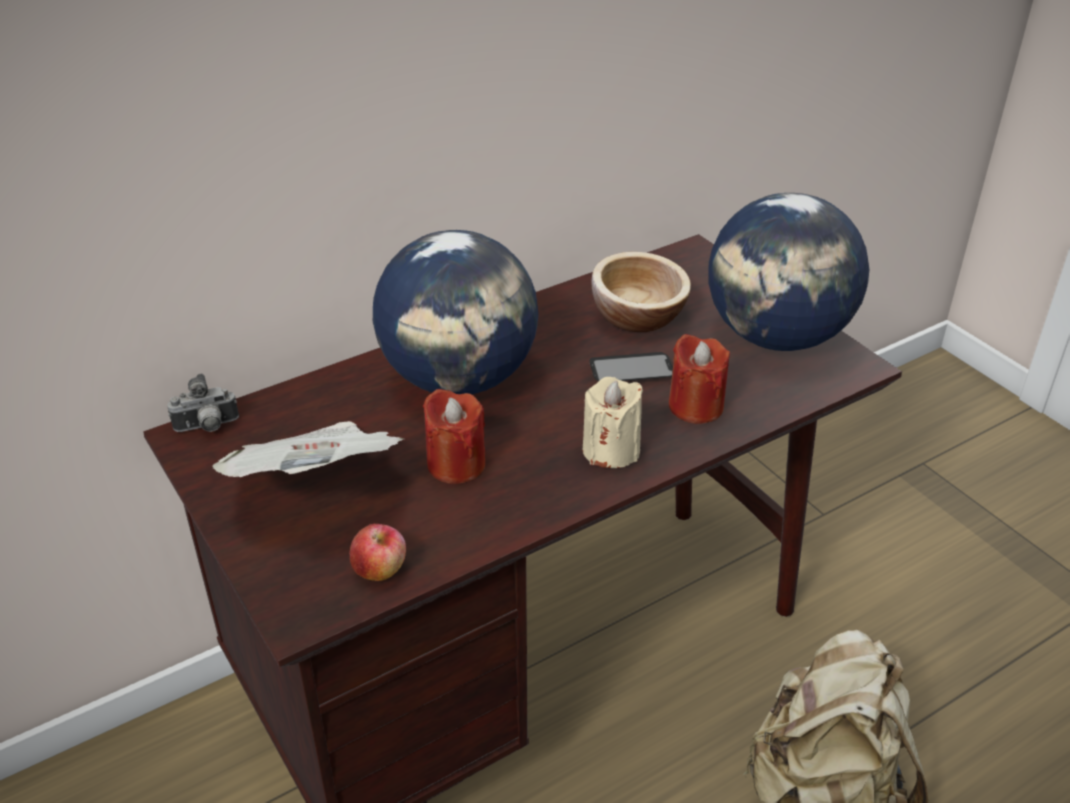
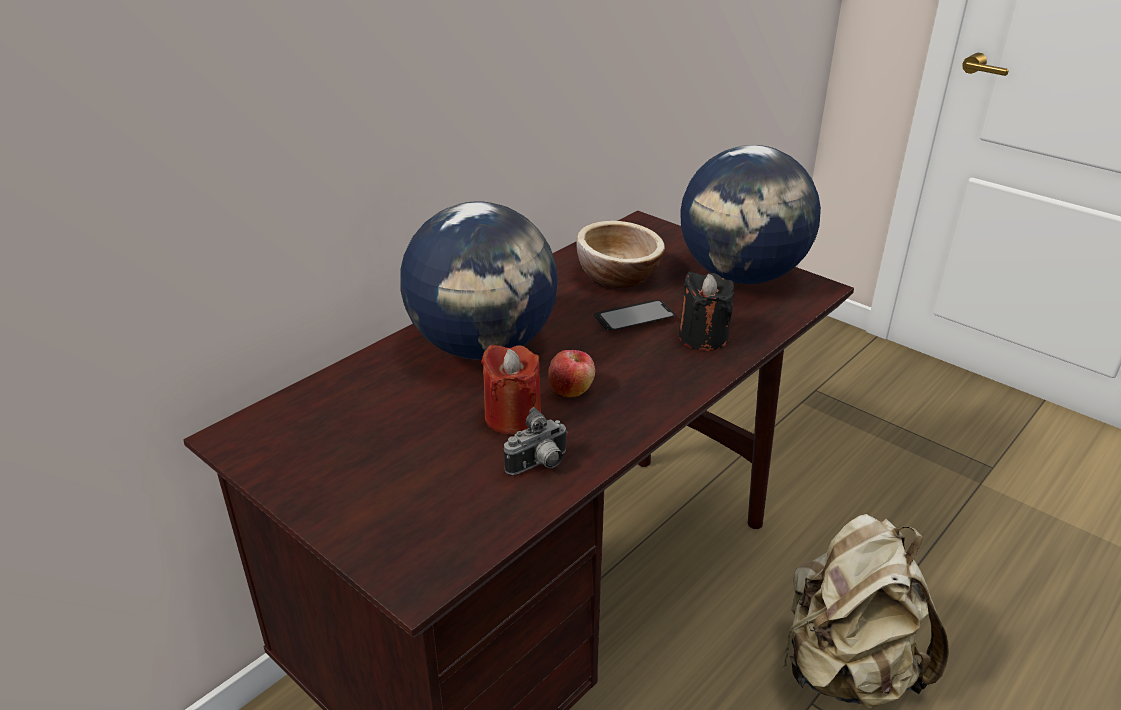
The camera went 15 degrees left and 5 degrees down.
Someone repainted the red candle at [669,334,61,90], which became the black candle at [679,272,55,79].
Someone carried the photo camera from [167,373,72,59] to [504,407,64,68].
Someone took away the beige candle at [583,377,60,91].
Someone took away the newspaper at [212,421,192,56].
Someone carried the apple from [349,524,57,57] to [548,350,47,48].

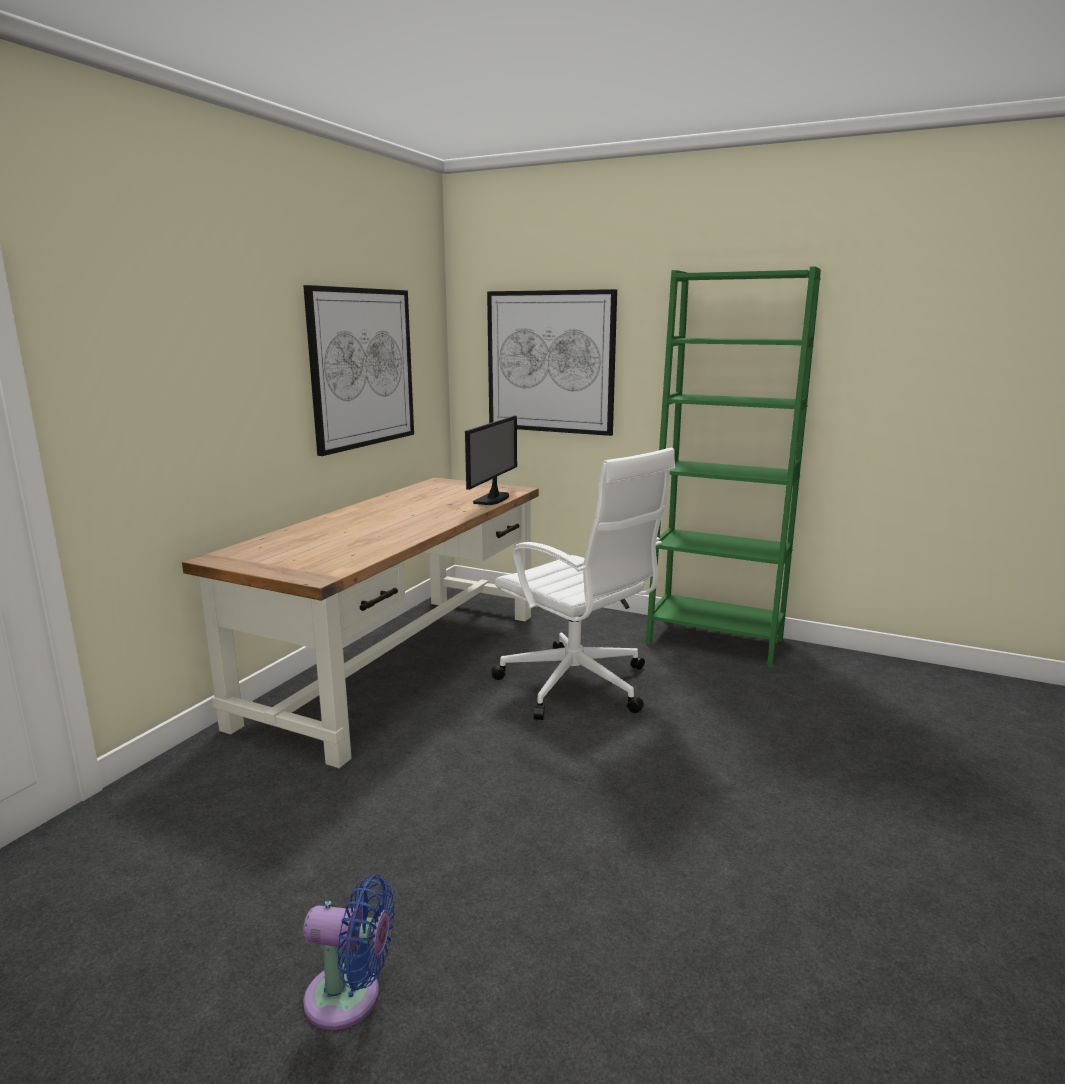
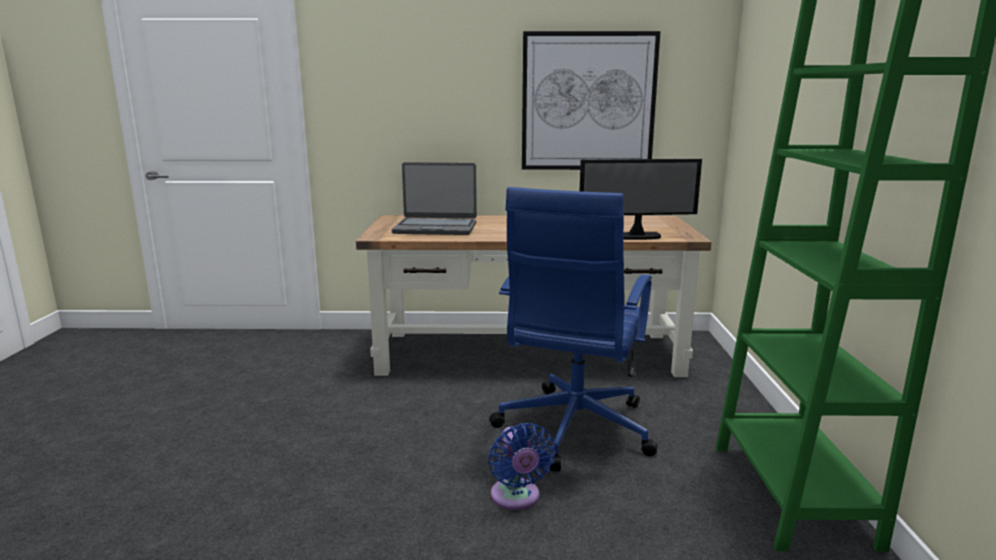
The camera went 65 degrees right and 0 degrees up.
Someone took away the picture at [487,289,130,147].
Someone repainted the white office chair at [491,448,184,272], which became the blue office chair at [489,187,169,284].
Someone carried the blue fan from [303,875,92,155] to [488,423,68,87].
Someone put down the laptop at [392,162,85,73].

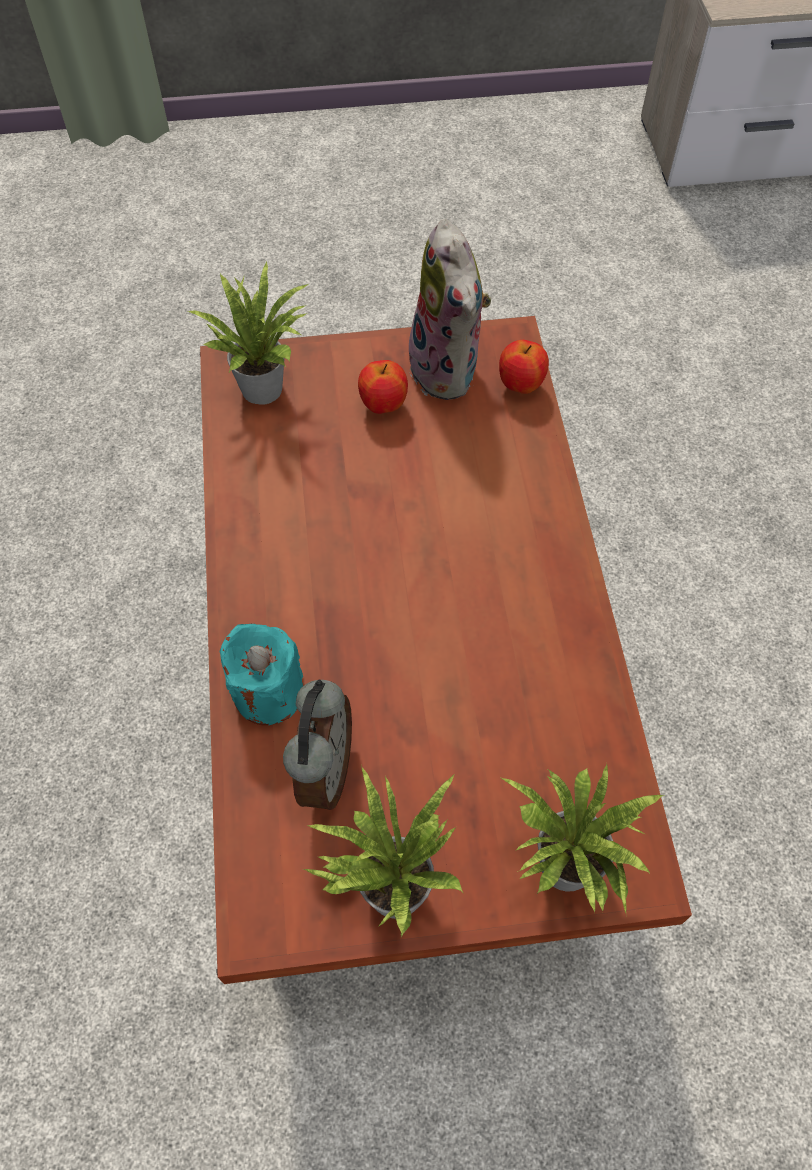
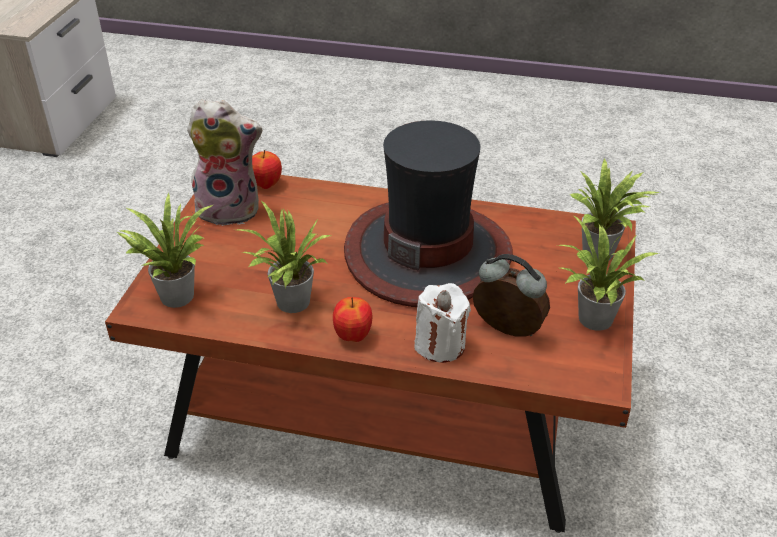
The camera went 70 degrees left and 20 degrees down.
Someone carried the apple from [358,360,50,54] to [333,297,39,45].
Someone repainted the turquoise candle at [219,624,84,101], which became the white candle at [414,283,57,80].
Someone put down the hat at [344,120,169,187].
Someone put down the potted plant at [237,201,94,112].

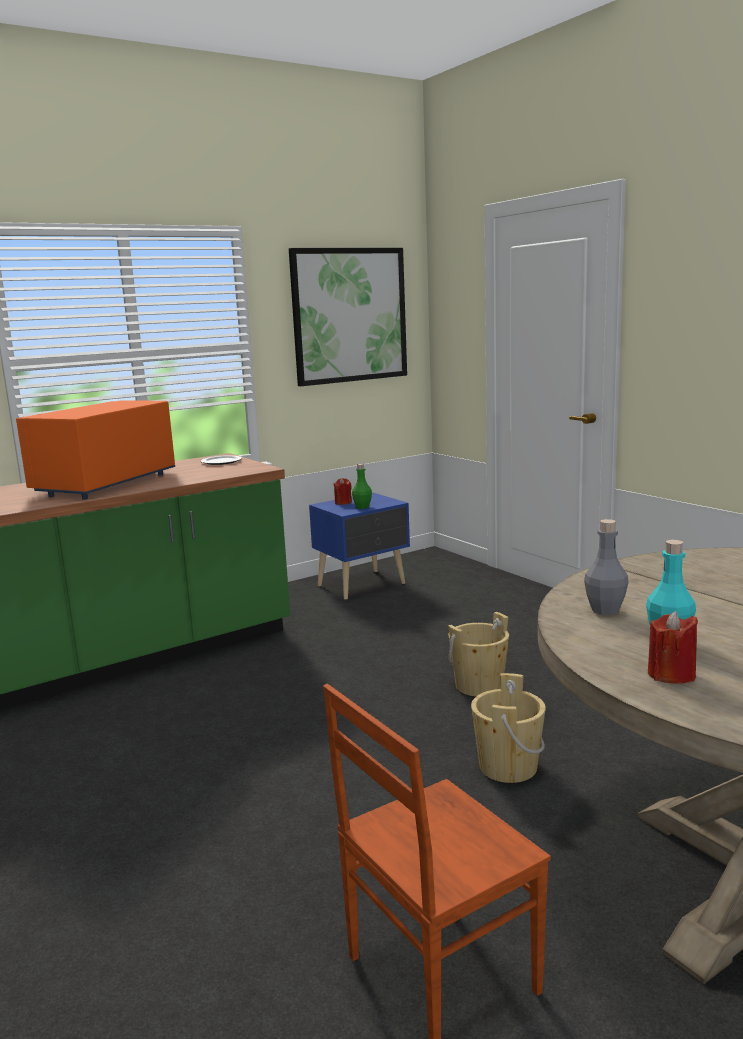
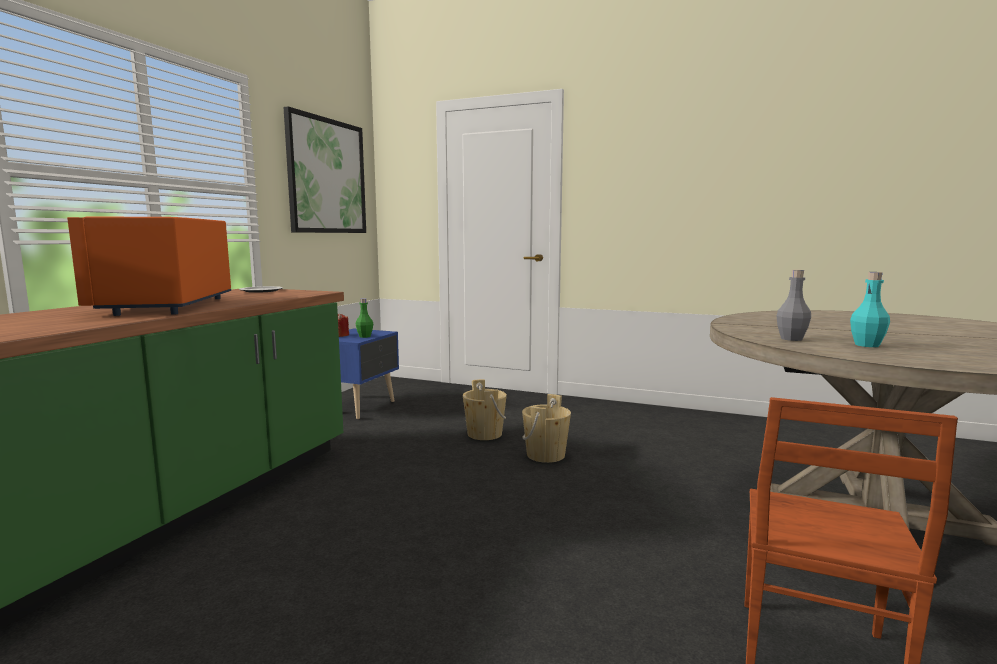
The camera went 35 degrees left and 5 degrees down.
Someone took away the red candle at [648,611,50,73].
Someone carried the beige bucket from [471,673,75,110] to [463,379,44,61].

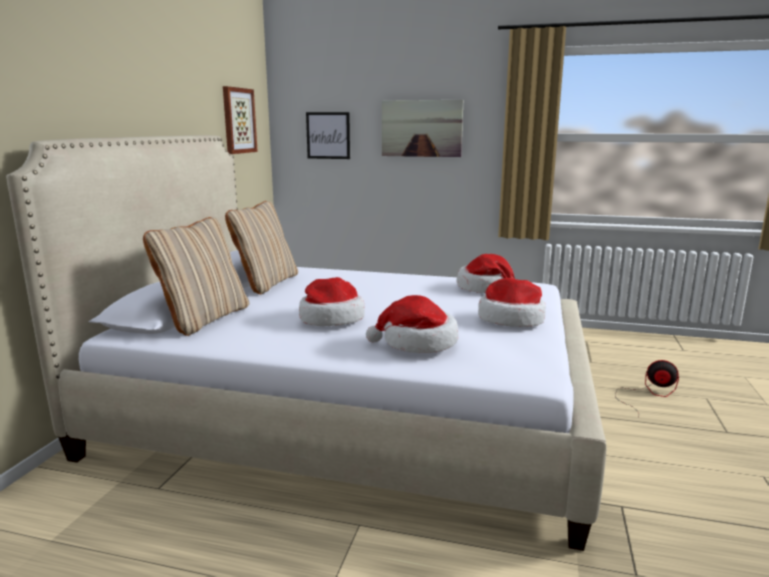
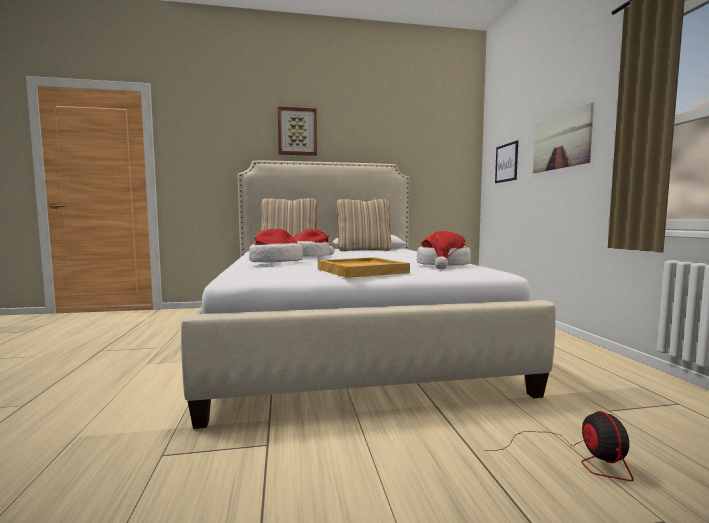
The camera went 65 degrees right and 10 degrees down.
Someone carried the picture from [223,86,35,68] to [278,107,39,49].
Someone swapped the hat at [478,278,68,49] for the beige tray at [318,257,92,21].

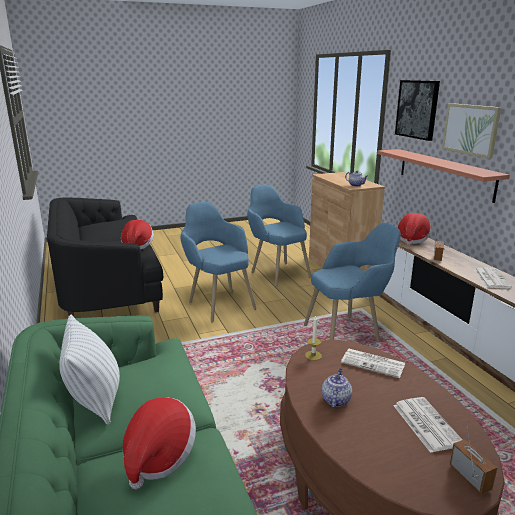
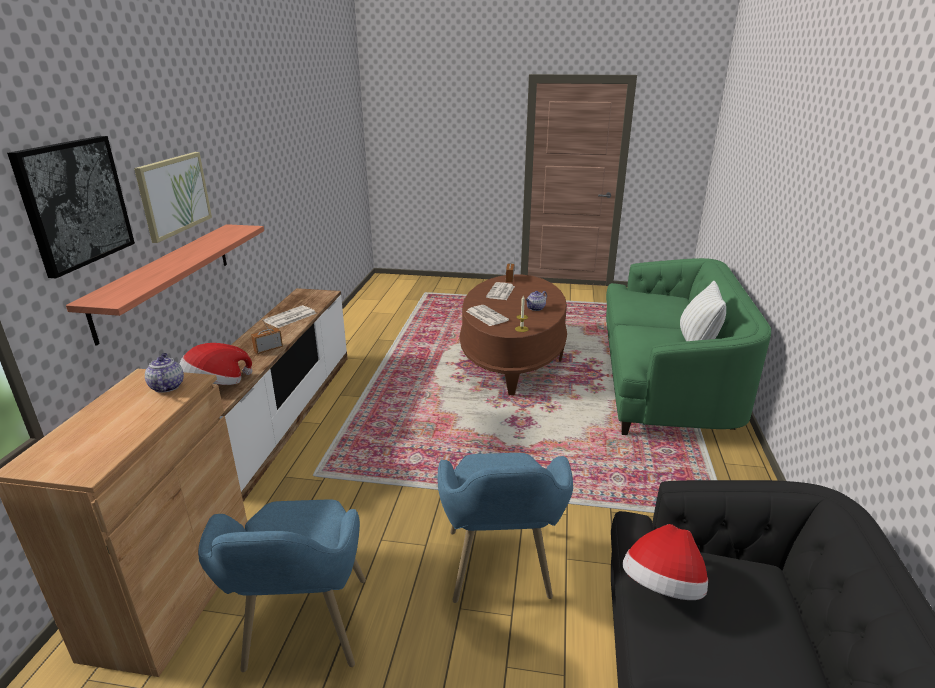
The camera went 150 degrees left and 5 degrees up.
Someone took away the blue armchair at [304,223,97,119].
Someone took away the hat at [123,397,73,92].

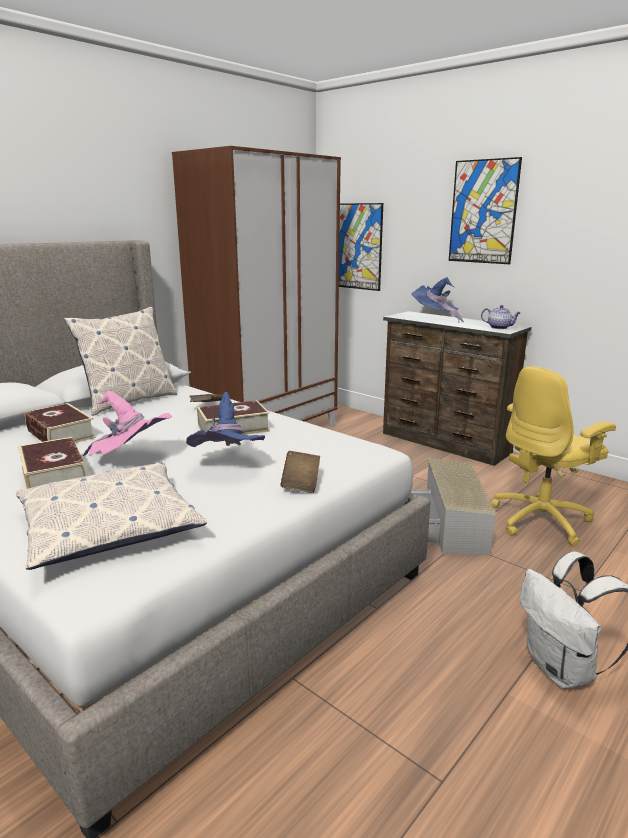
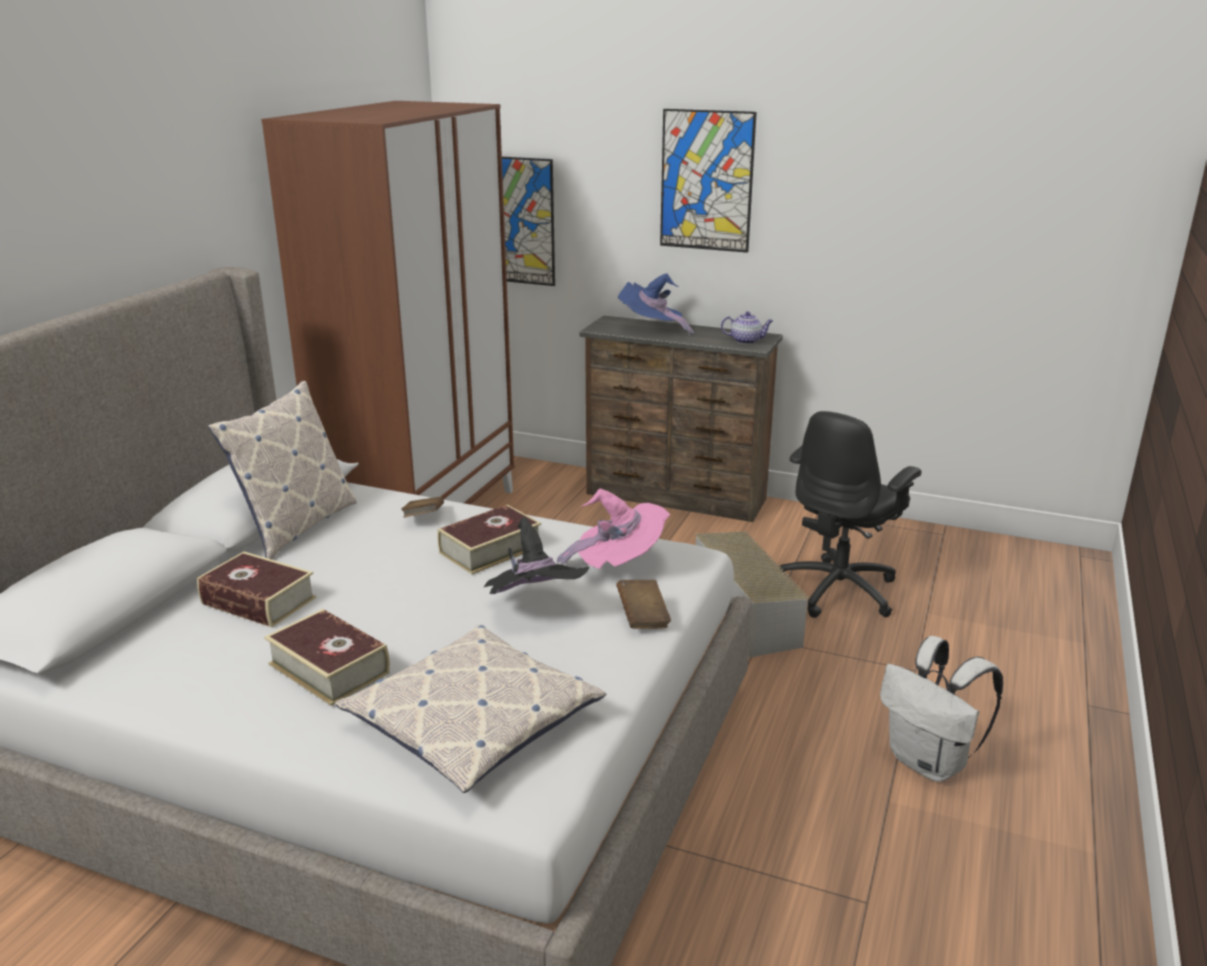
The camera went 20 degrees left and 5 degrees up.
Someone repainted the yellow office chair at [491,366,125,180], which became the black office chair at [779,411,143,207].
Someone carried the pink hat from [83,390,89,66] to [557,488,113,81].
Someone repainted the blue hat at [186,392,79,55], which became the black hat at [484,517,105,77].

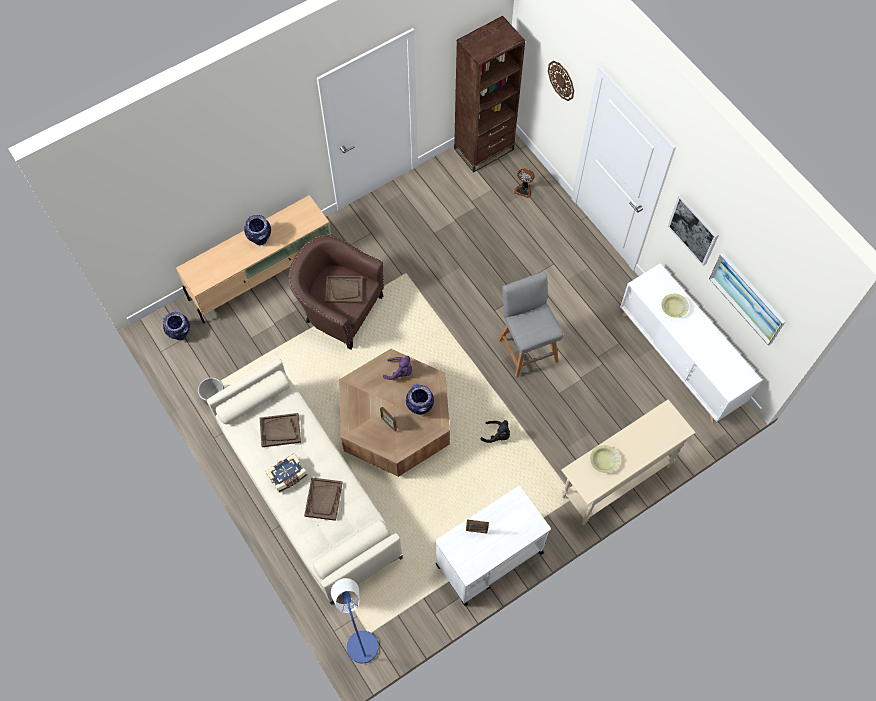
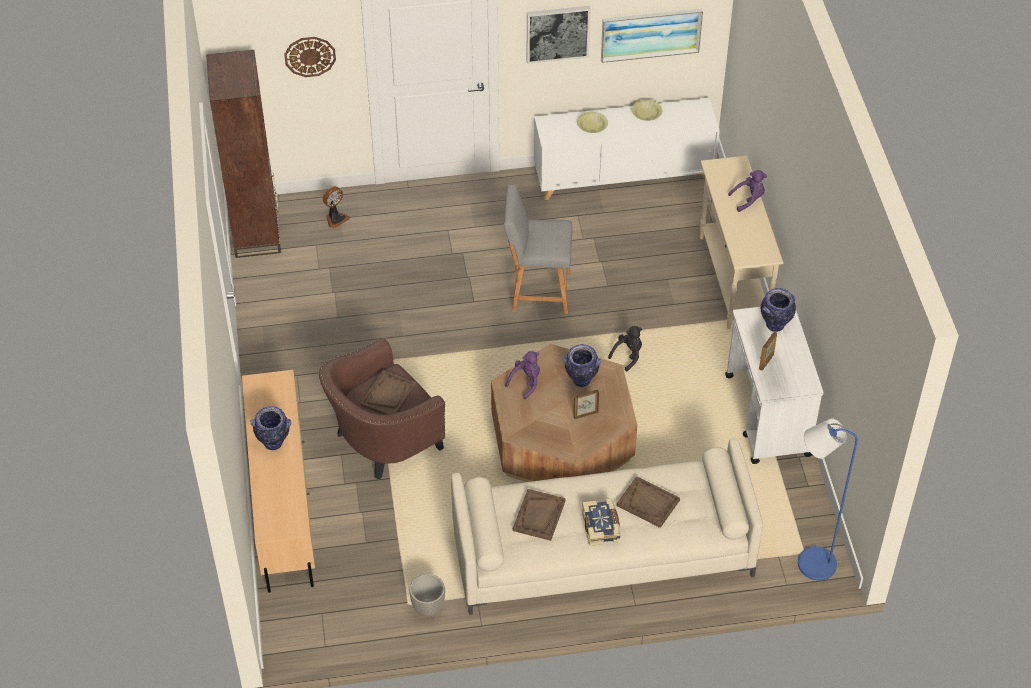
The camera went 65 degrees left and 15 degrees down.
Someone carried the vase from [163,312,27,28] to [761,288,35,44].
Someone carried the yellow bowl from [590,445,30,28] to [632,100,30,21].
Someone put down the purple plush toy at [728,170,39,42].

